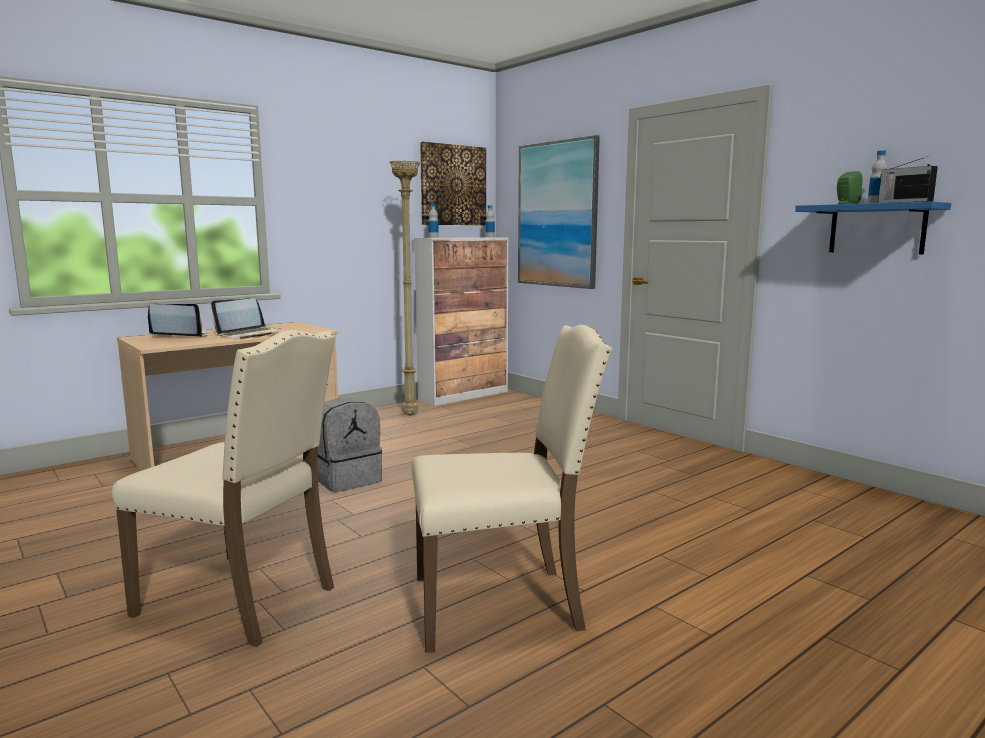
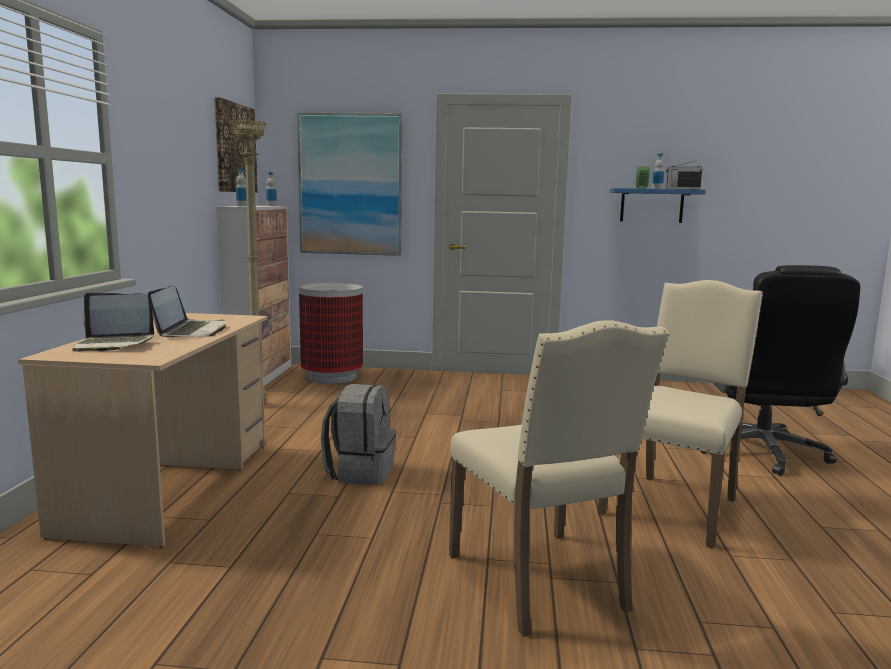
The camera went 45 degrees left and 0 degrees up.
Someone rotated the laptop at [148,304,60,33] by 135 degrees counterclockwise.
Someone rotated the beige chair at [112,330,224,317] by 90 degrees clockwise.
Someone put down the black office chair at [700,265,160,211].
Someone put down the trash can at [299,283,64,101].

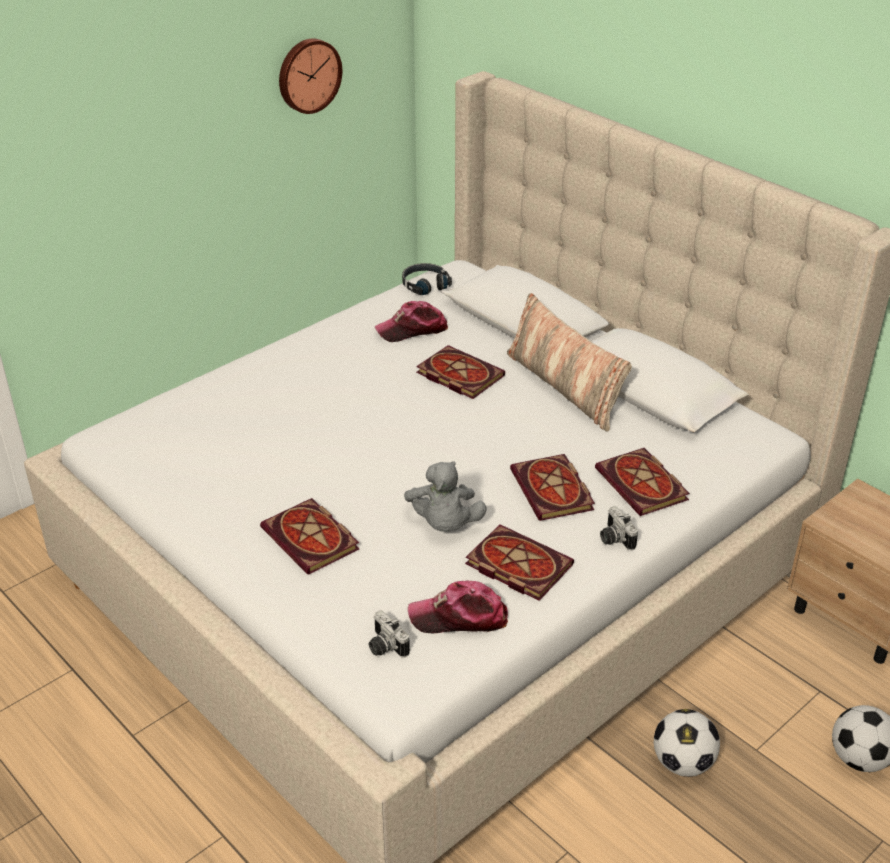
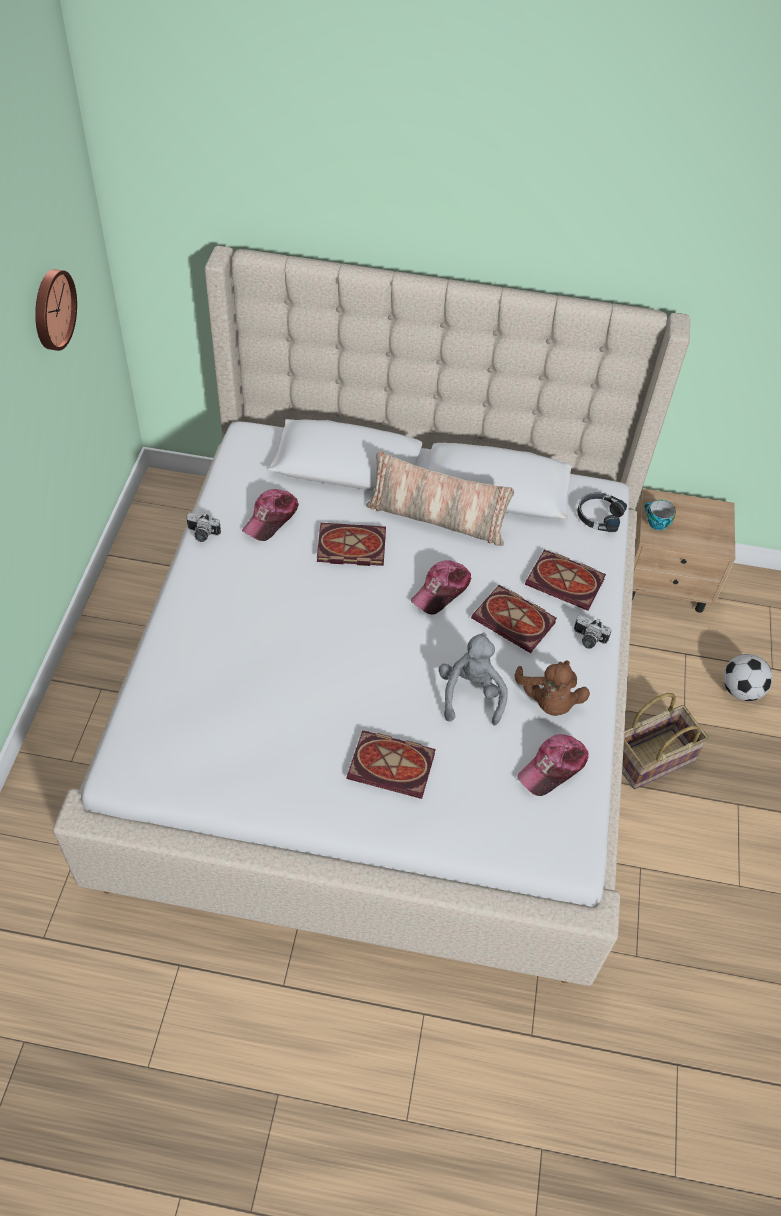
The camera went 40 degrees left and 15 degrees up.
Someone carried the black headphones from [402,263,50,32] to [578,492,49,40].
Someone rotated the grey plush toy at [404,461,83,71] by 135 degrees counterclockwise.
Someone swapped the book at [465,524,109,77] for the brown plush toy at [515,660,75,56].
Someone carried the photo camera from [369,610,41,47] to [186,513,35,29].
Someone swapped the football at [654,709,66,68] for the basket at [622,693,87,96].
Someone put down the cup at [644,500,32,30].
Someone put down the cap at [411,560,60,54].

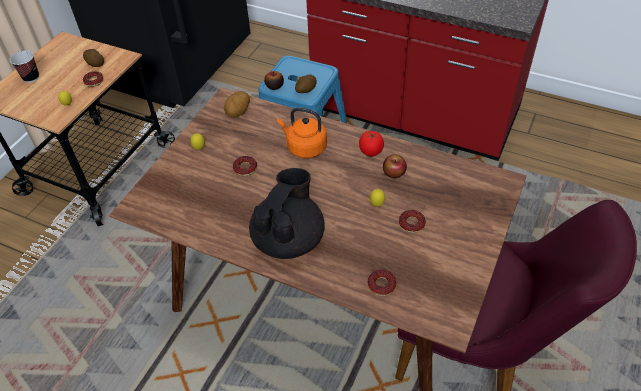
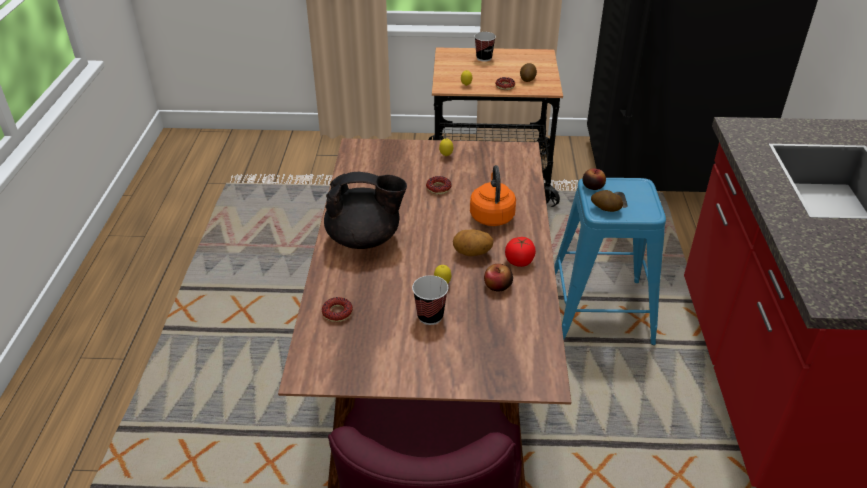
The camera went 65 degrees right and 10 degrees down.
Someone carried the potato from [224,91,26,27] to [453,230,40,26].
Someone swapped the donut at [399,210,27,23] for the cup at [412,275,36,50].

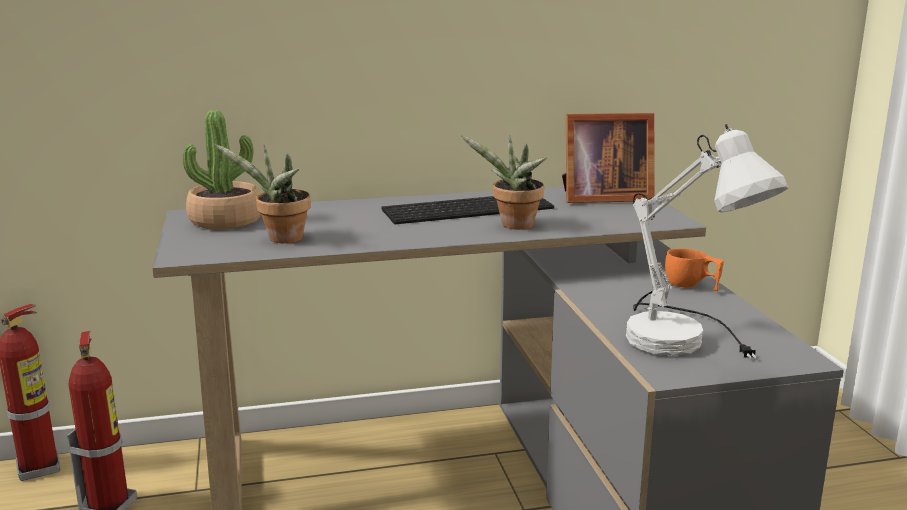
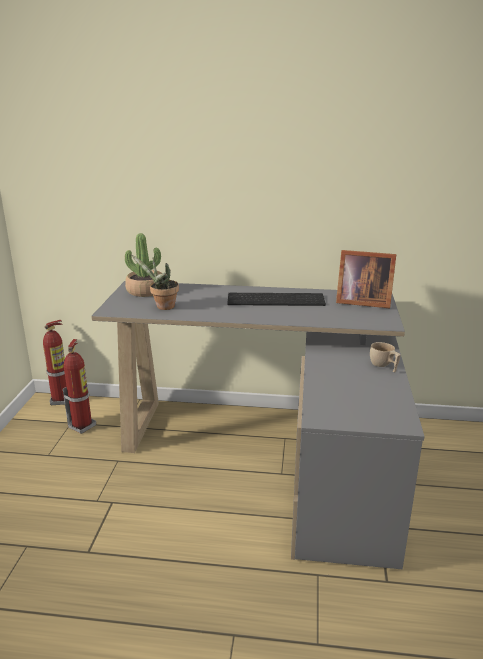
The camera went 20 degrees right and 5 degrees up.
Someone took away the white table lamp at [626,124,162,235].
Someone took away the potted plant at [461,135,86,95].
Someone repainted the orange cup at [665,248,59,43], which became the beige cup at [370,342,30,30].

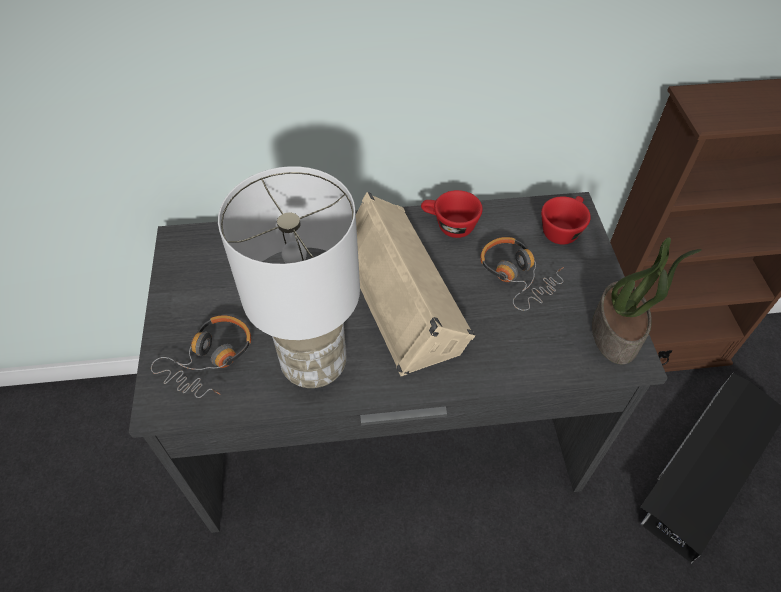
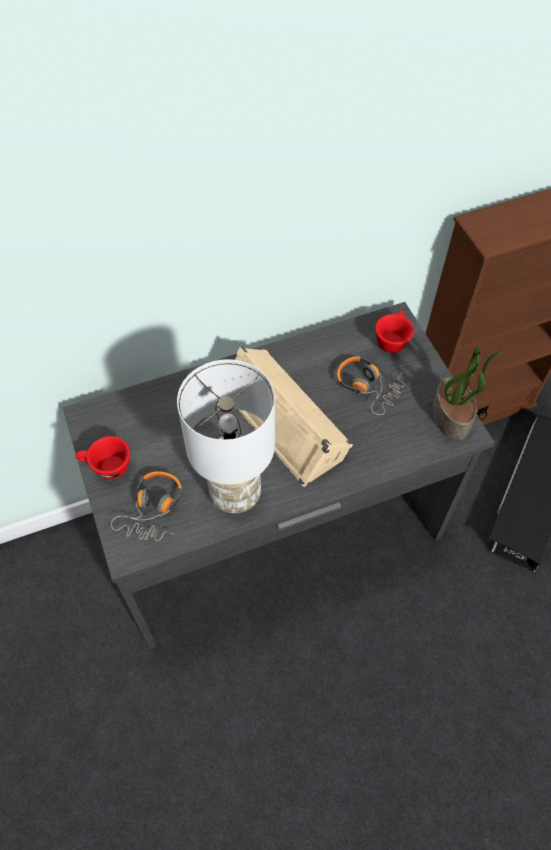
The camera went 15 degrees left and 5 degrees up.
Someone carried the red cup from [421,190,62,48] to [76,436,54,43].

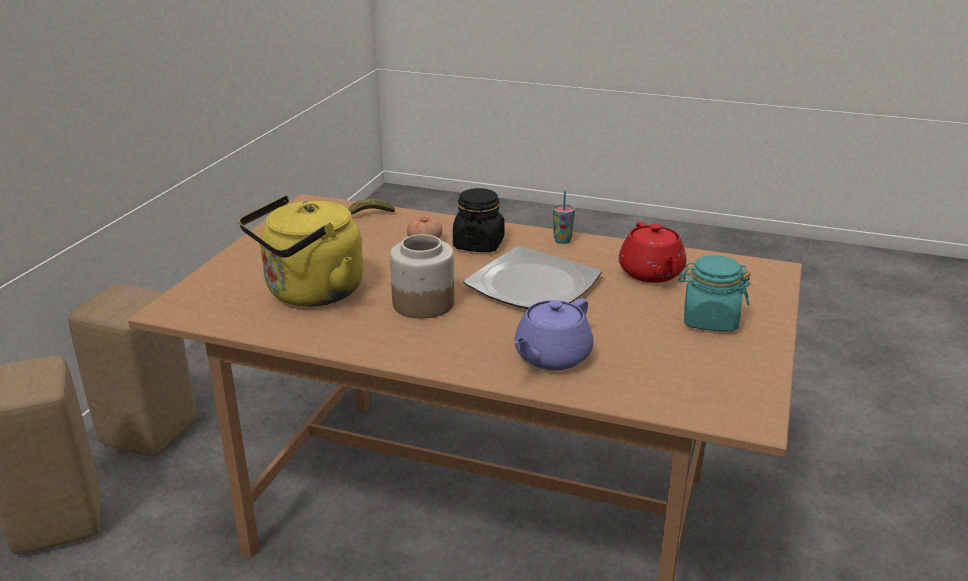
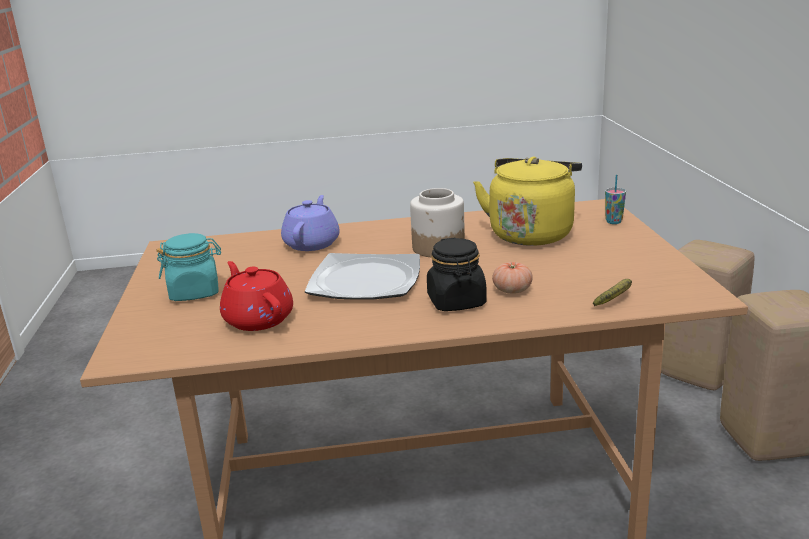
The camera went 155 degrees right and 5 degrees down.
Someone carried the cup from [553,191,22,53] to [605,175,21,49].

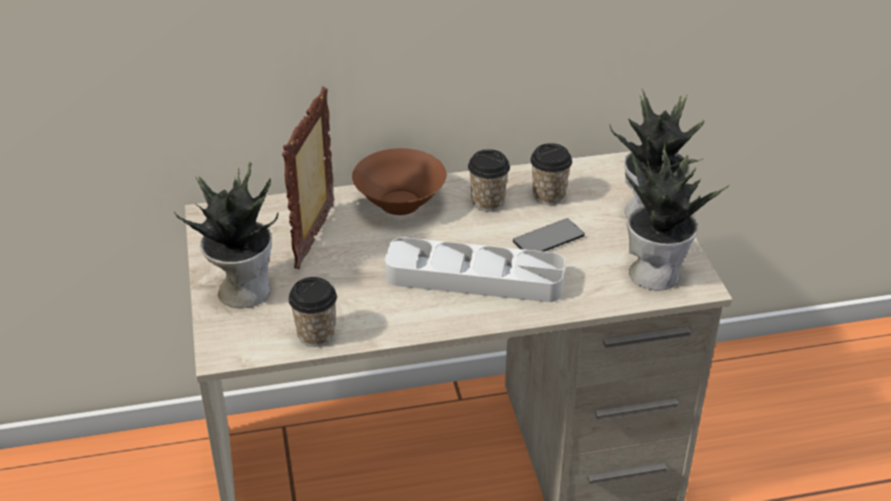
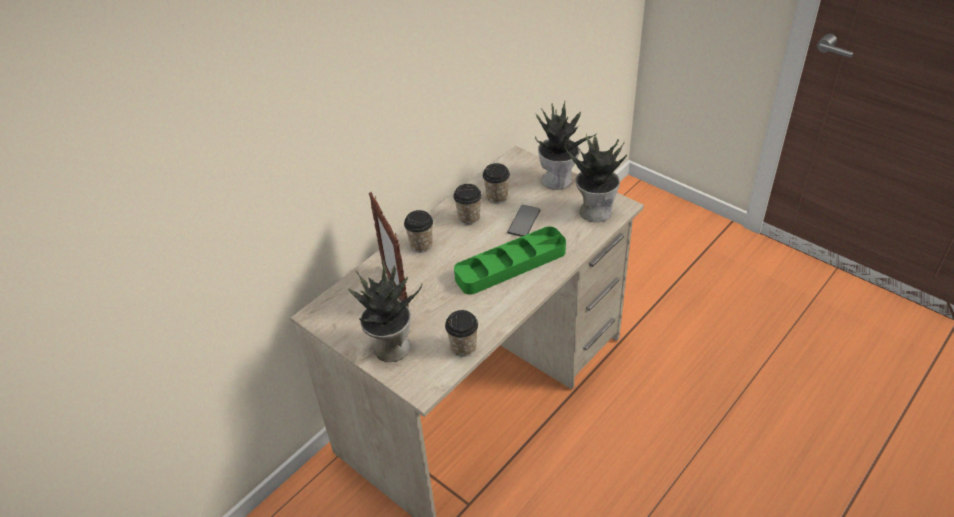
The camera went 35 degrees left and 5 degrees up.
Someone swapped the brown bowl at [352,148,94,67] for the cup at [404,210,29,43].
Someone repainted the grey tray at [385,237,180,65], which became the green tray at [454,226,112,69].

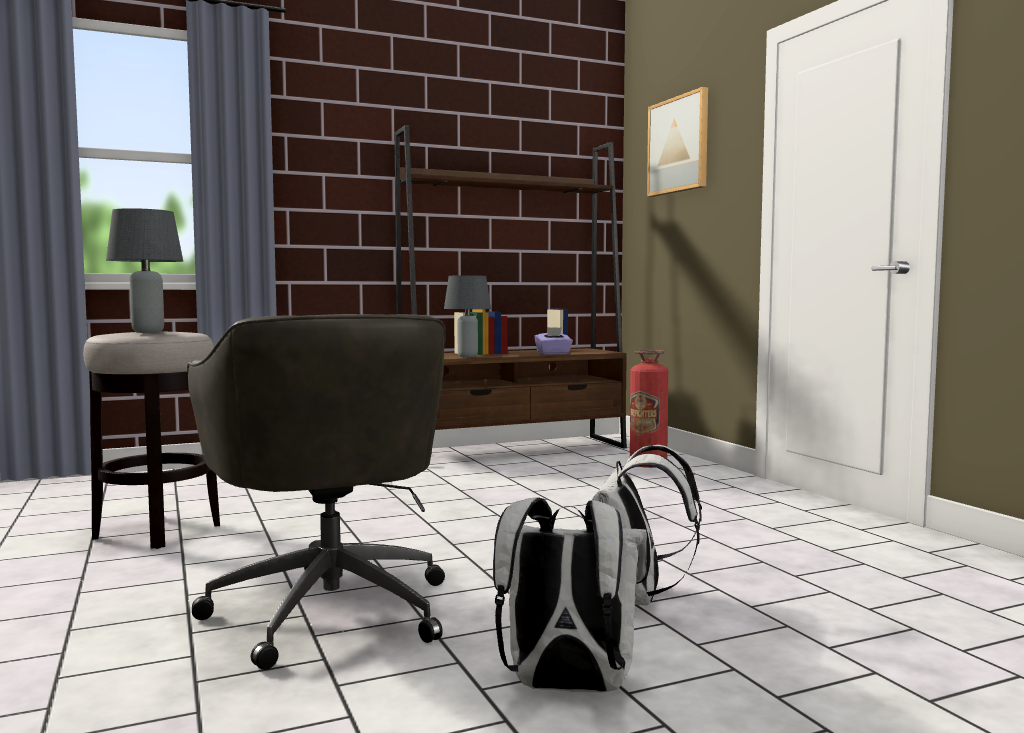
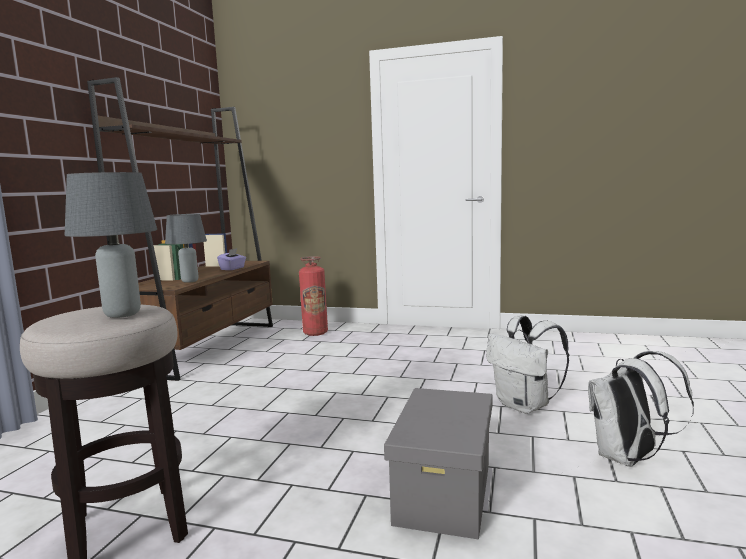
The camera went 50 degrees left and 5 degrees up.
Someone took away the picture at [647,87,61,110].
Someone swapped the grey office chair at [187,314,259,356] for the grey storage box at [384,388,108,151].

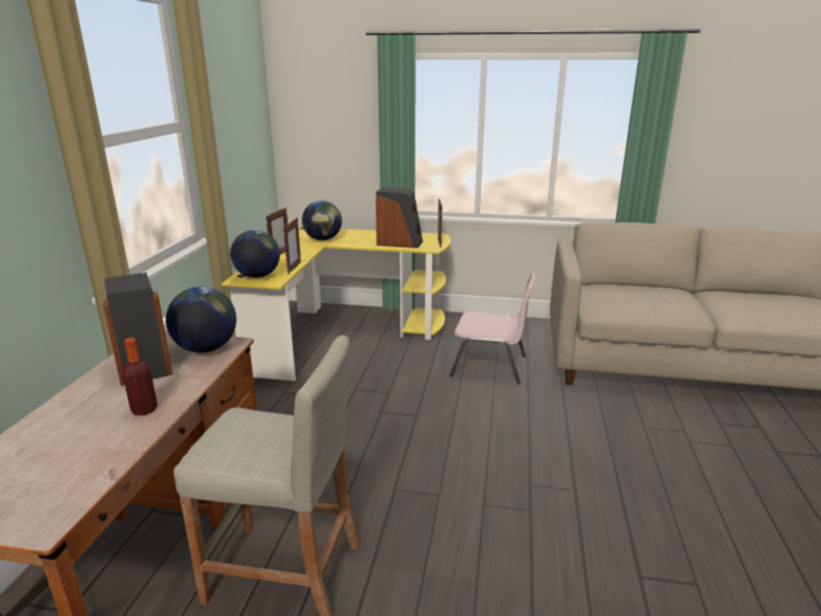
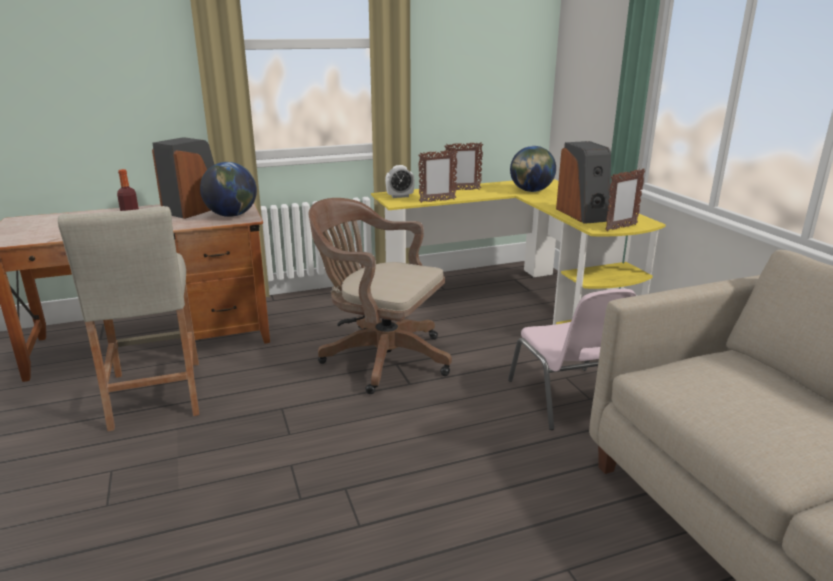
The camera went 60 degrees right and 0 degrees up.
Someone swapped the globe at [230,230,50,48] for the alarm clock at [385,165,30,33].
Someone put down the brown office chair at [309,198,143,196].

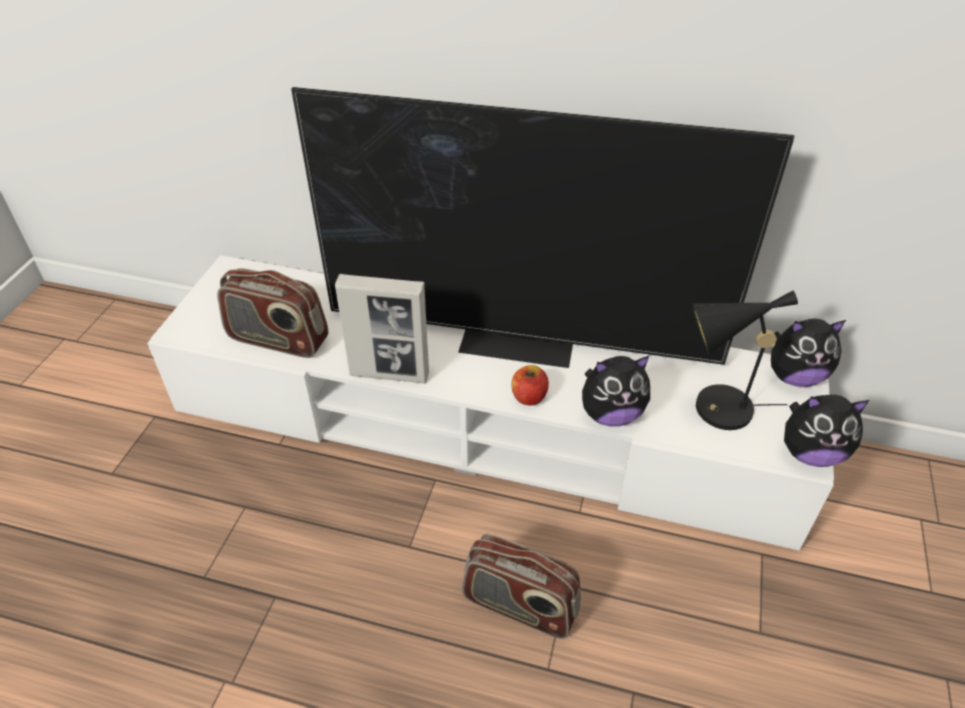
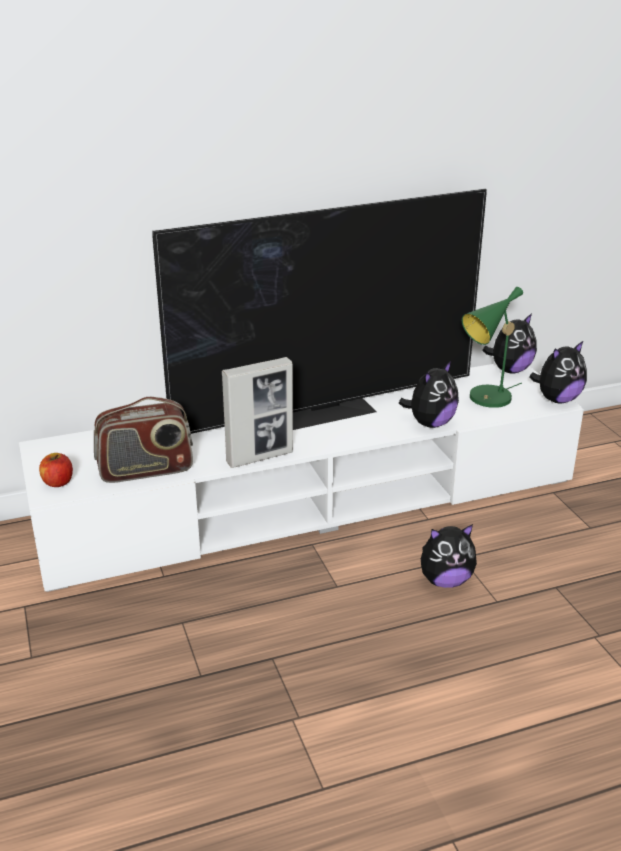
The camera went 35 degrees left and 15 degrees down.
Someone repainted the black table lamp at [692,290,106,140], which became the green table lamp at [462,287,61,121].
Someone carried the apple from [512,365,37,41] to [39,453,34,34].
Someone swapped the radio at [462,534,119,105] for the plush toy at [421,524,56,64].

